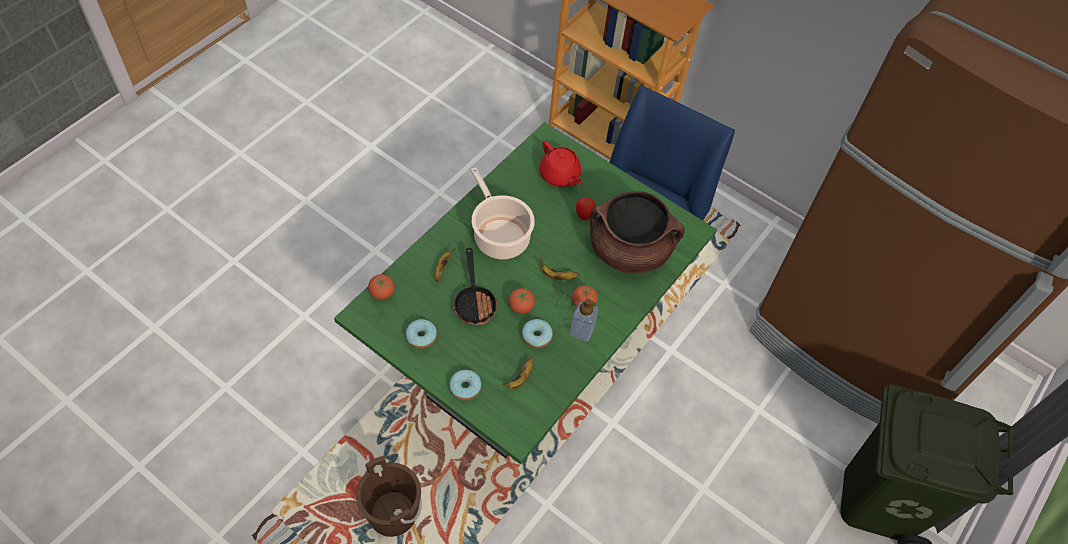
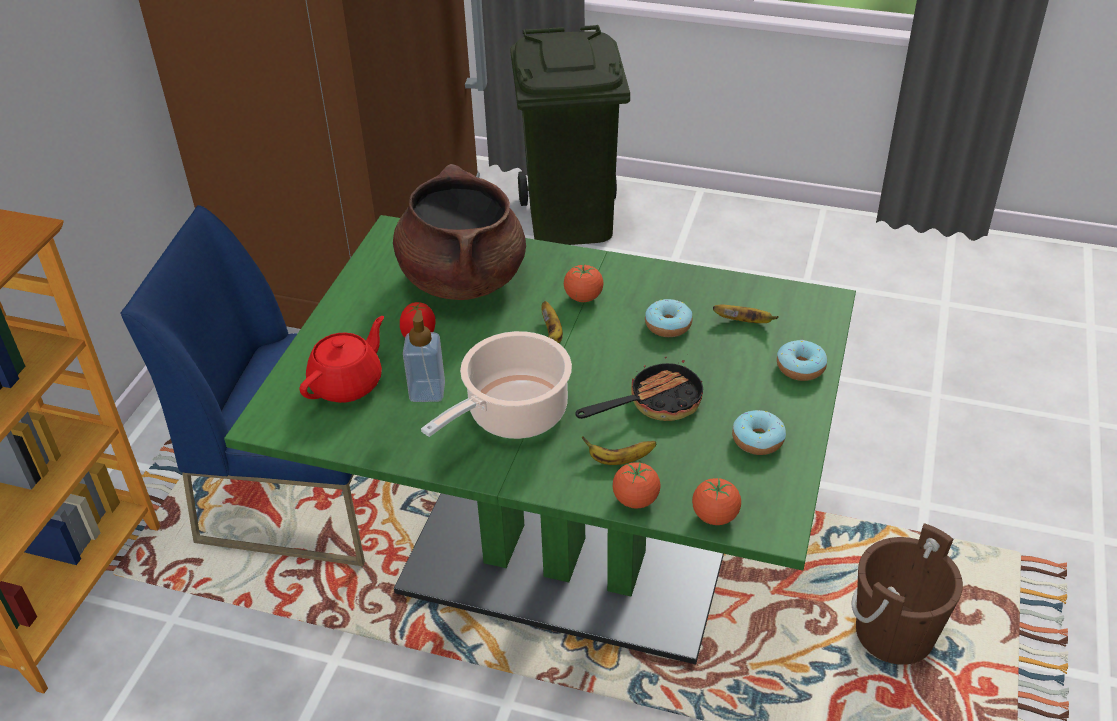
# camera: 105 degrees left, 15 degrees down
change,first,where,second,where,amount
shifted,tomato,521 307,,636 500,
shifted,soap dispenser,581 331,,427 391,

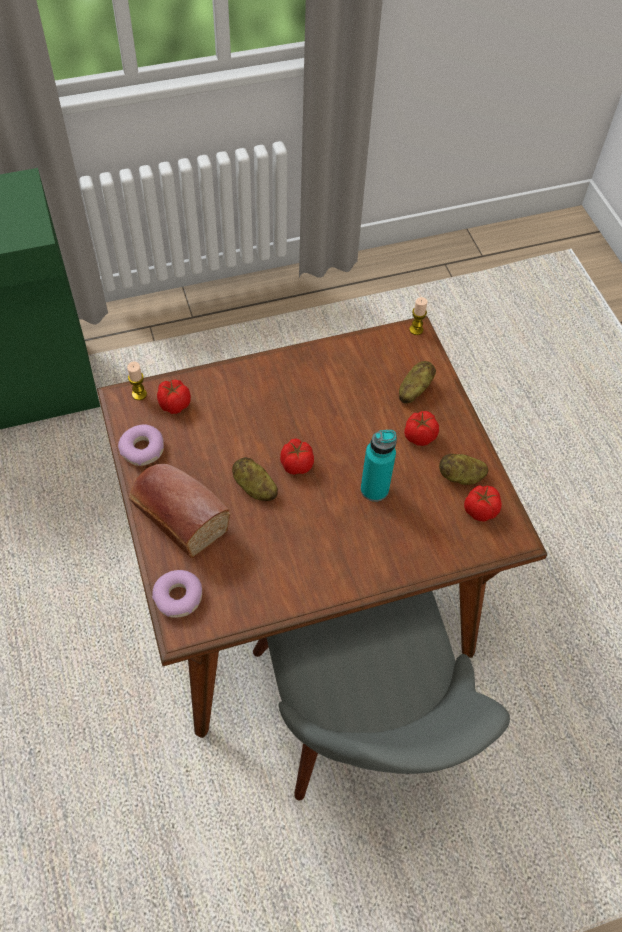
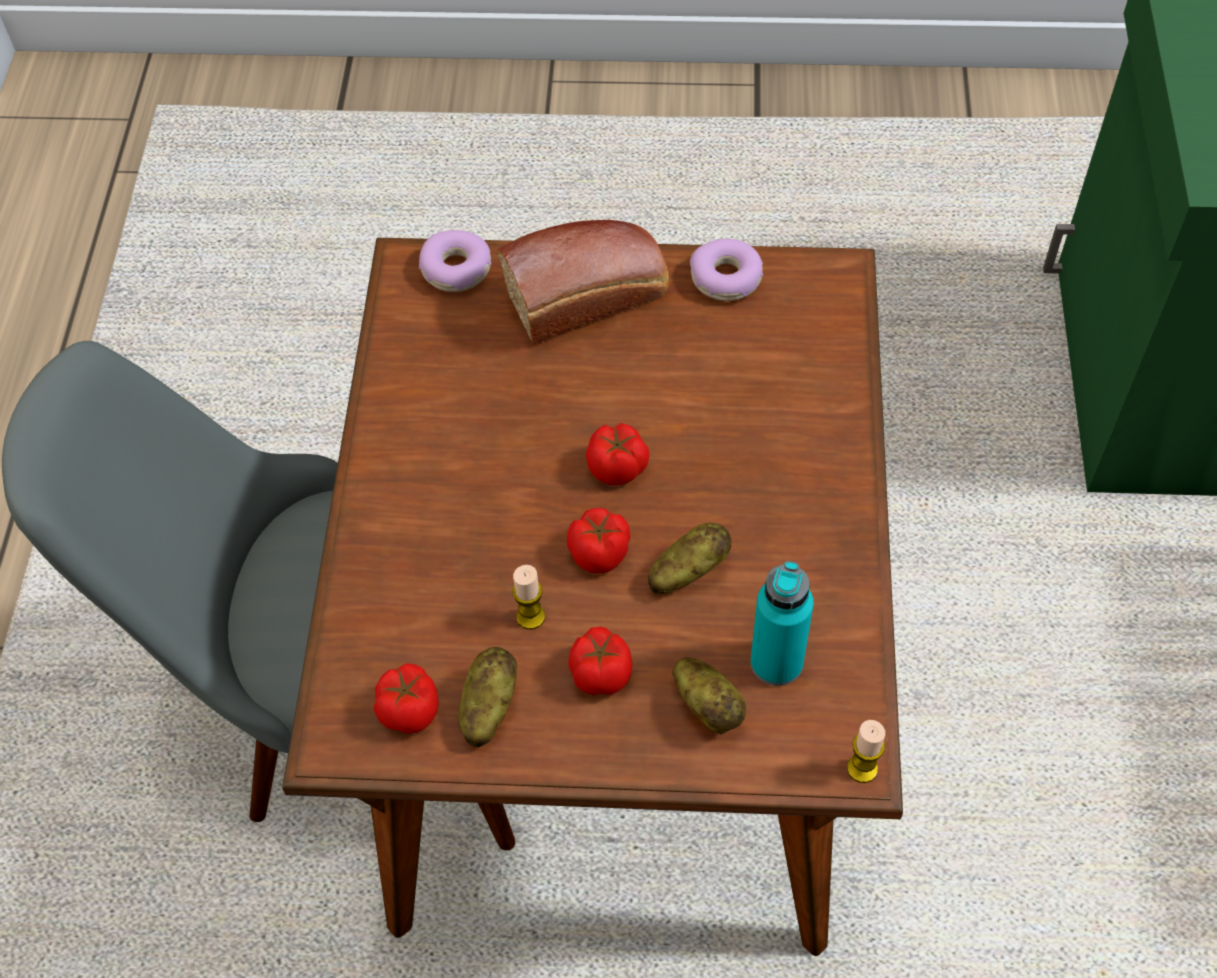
# camera: 115 degrees right, 0 degrees up
change,first,where,second,where,amount
shifted,candle,139 394,,530 617,
shifted,tomato,174 404,,600 553,
shifted,potato,254 488,,688 571,
shifted,turquoise bottle,374 489,,776 662,

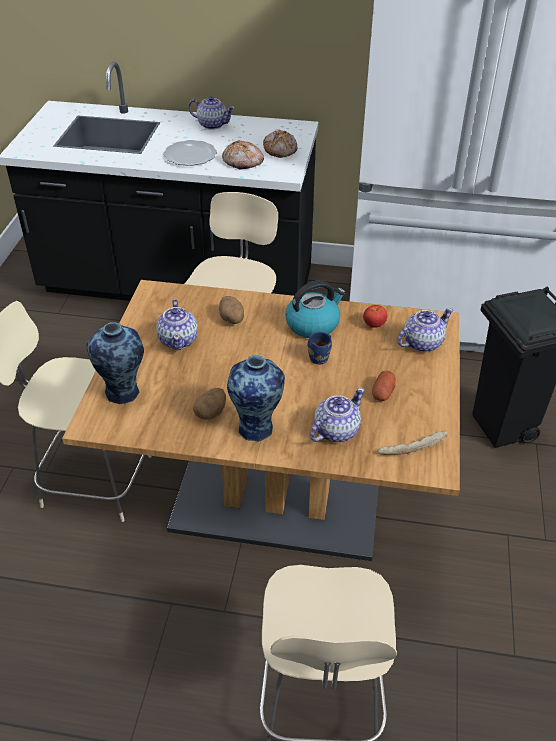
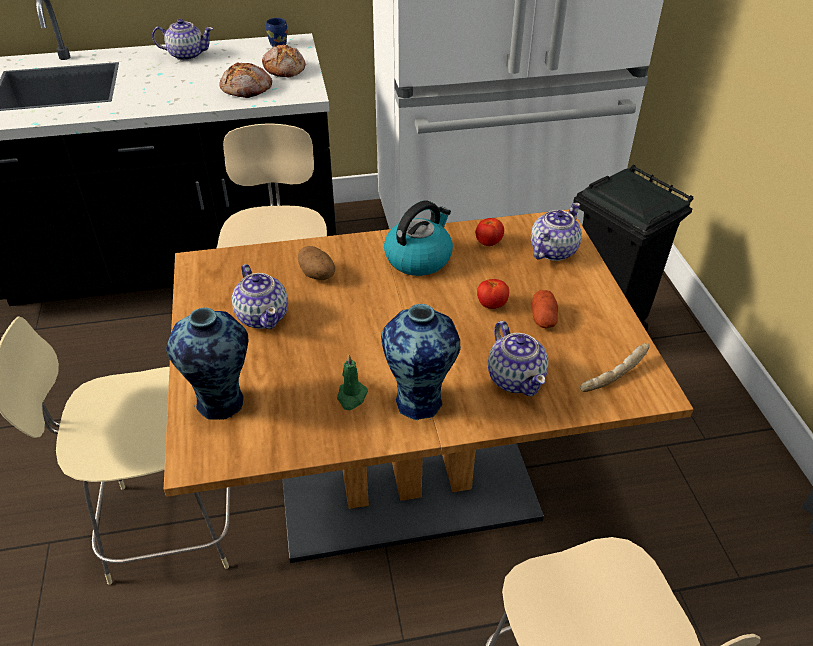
# camera: 20 degrees left, 0 degrees up
change,first,where,second,where,amount
gone,plate,190 155,,,
new,,,tomato,492 305,
shifted,blue mug,320 358,,280 44,
swapped,potato,211 412,green candle,351 397,
rotated,teapot,335 431,,516 378,135 degrees clockwise

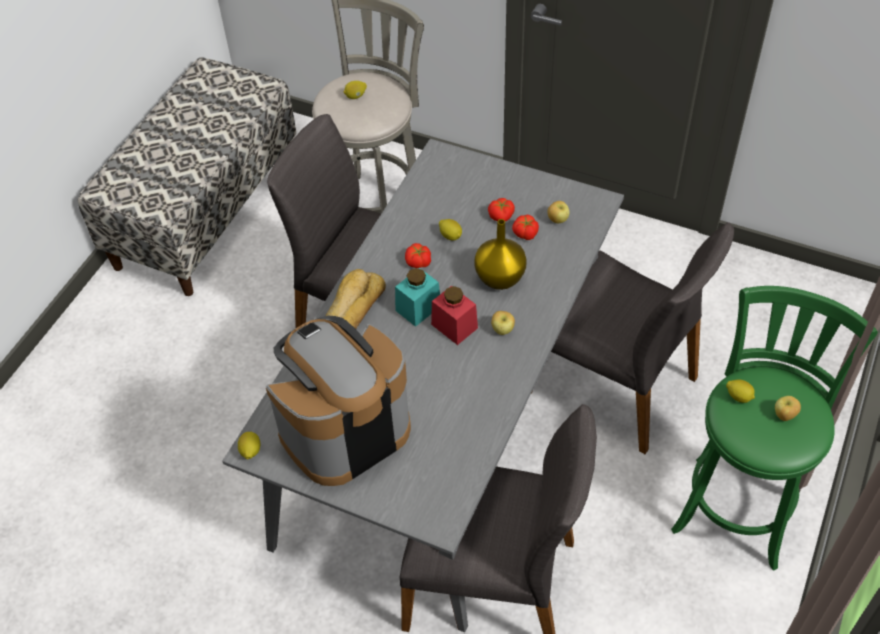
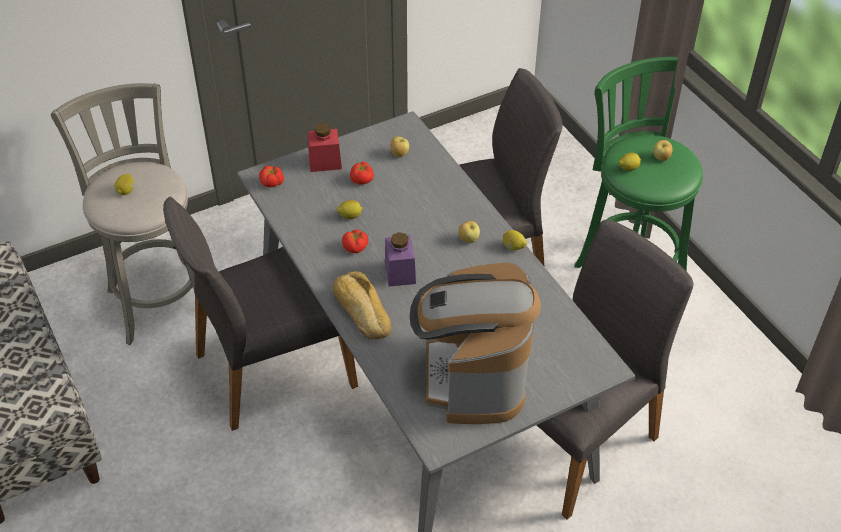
# camera: 55 degrees left, 5 degrees down
change,first,where,second,where,amount
gone,yellow vase,499 279,,,
shifted,lemon,250 451,,513 247,
shifted,red jar,454 326,,325 162,
shifted,tomato,525 233,,272 183,
repainted,turquoise jar,418 308,purple jar,400 272,

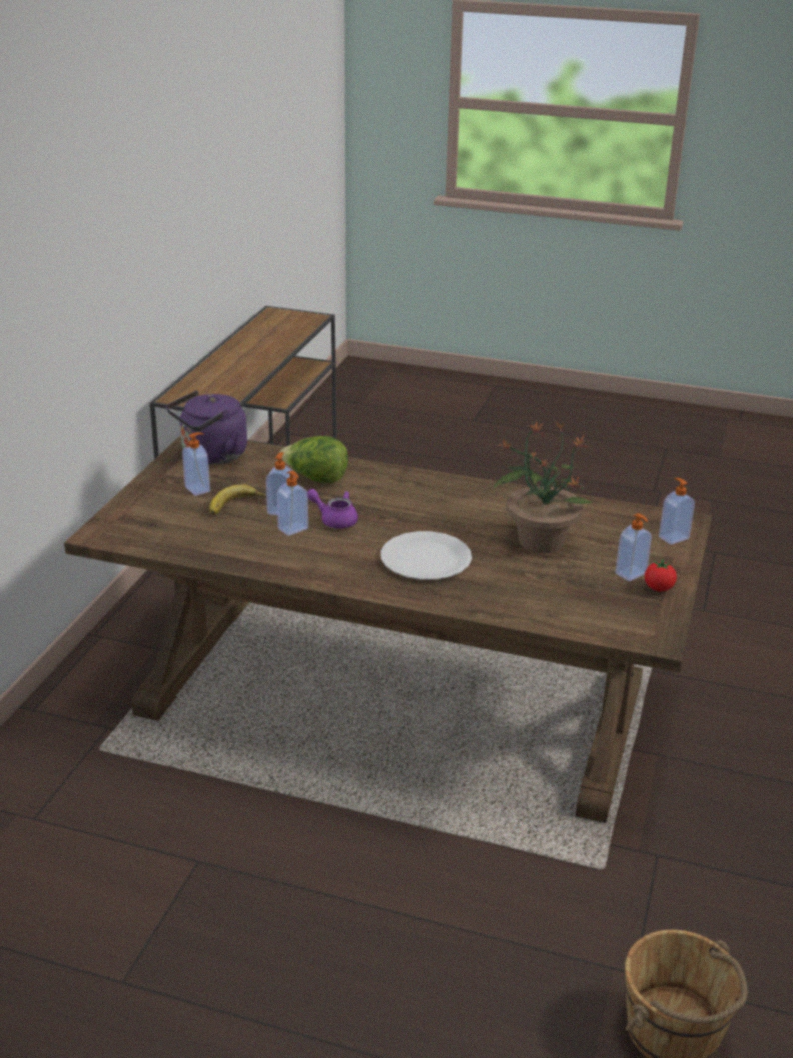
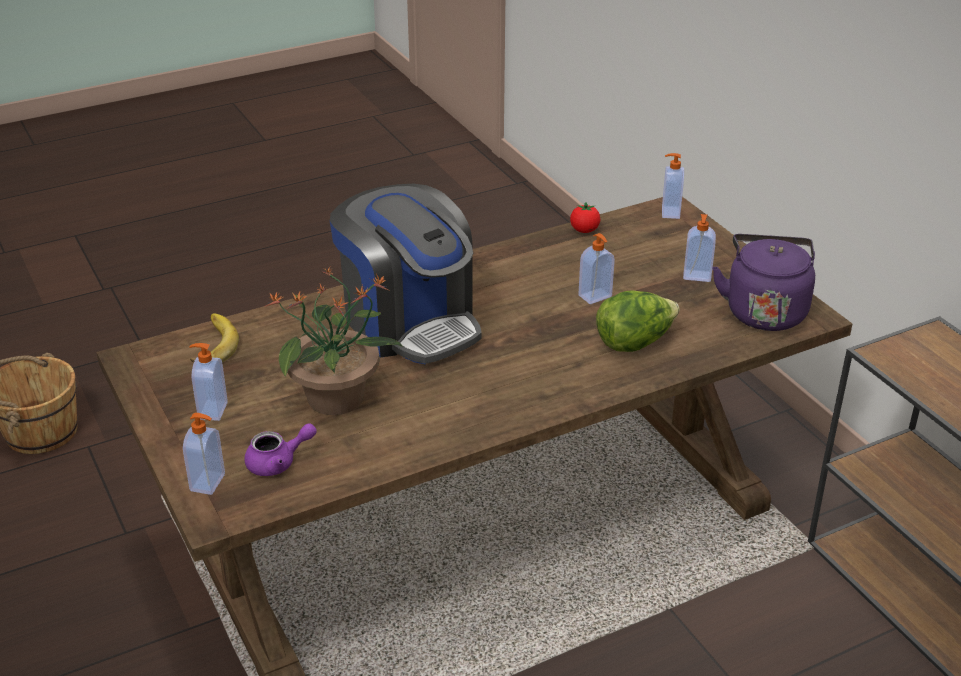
# camera: 135 degrees right, 5 degrees up
change,first,where,second,where,amount
shifted,banana,236 506,,212 344,
shifted,soap dispenser,293 529,,669 212,
shifted,purple teapot,334 520,,278 463,
shifted,tomato,658 588,,584 230,
swapped,white plate,425 559,coffee machine,410 323,

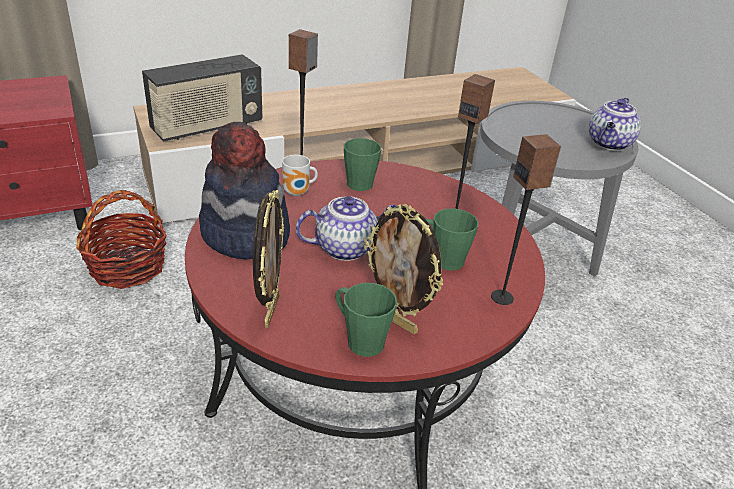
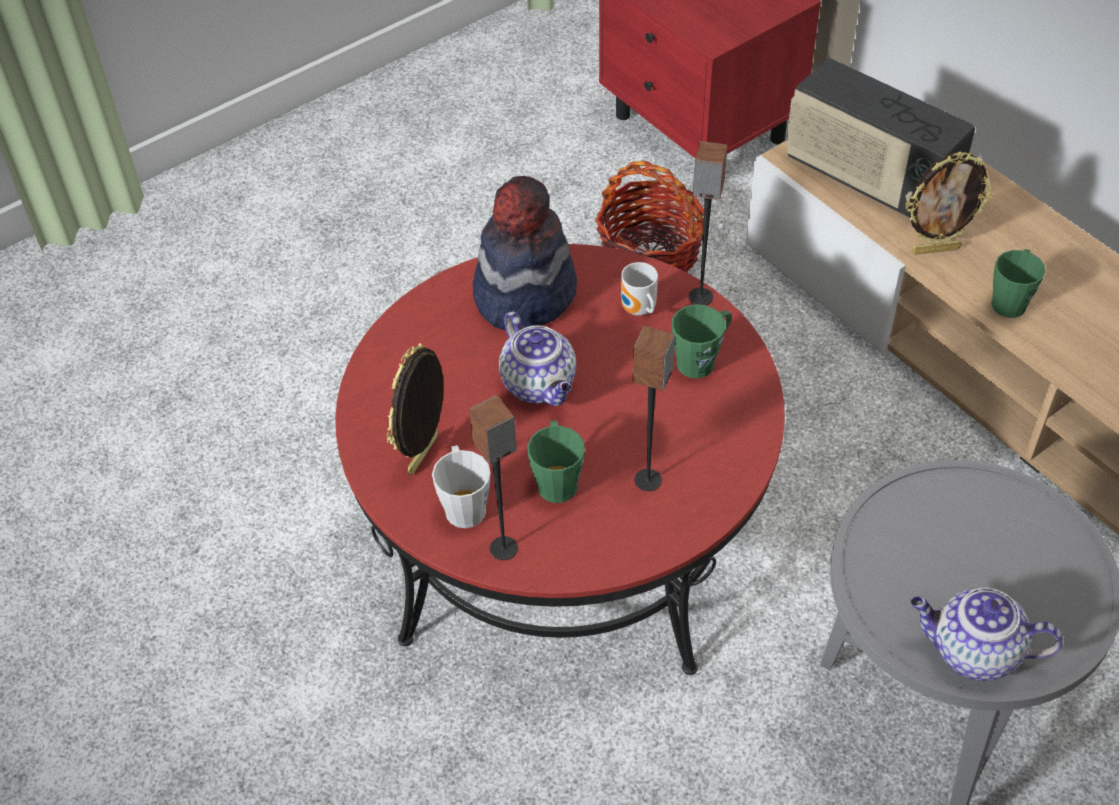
# camera: 80 degrees right, 15 degrees up
change,first,where,second,where,amount
new,,,grey mug,464 504,
shifted,picture frame,270 310,,935 249,
shifted,green mug,360 339,,1010 300,

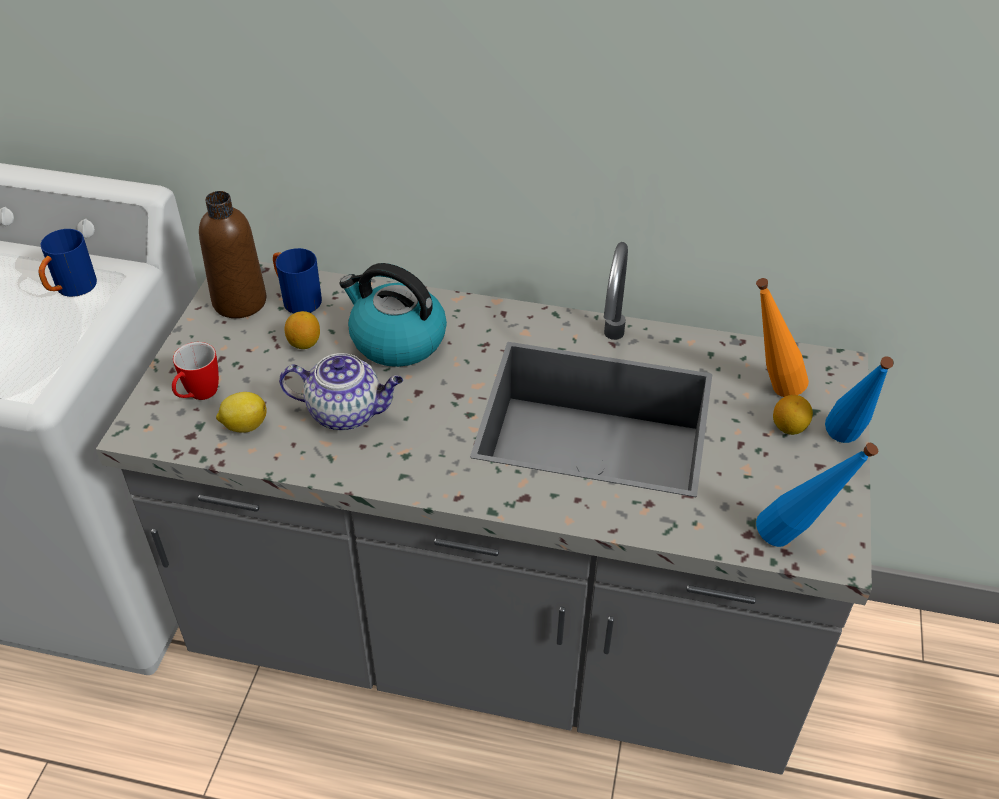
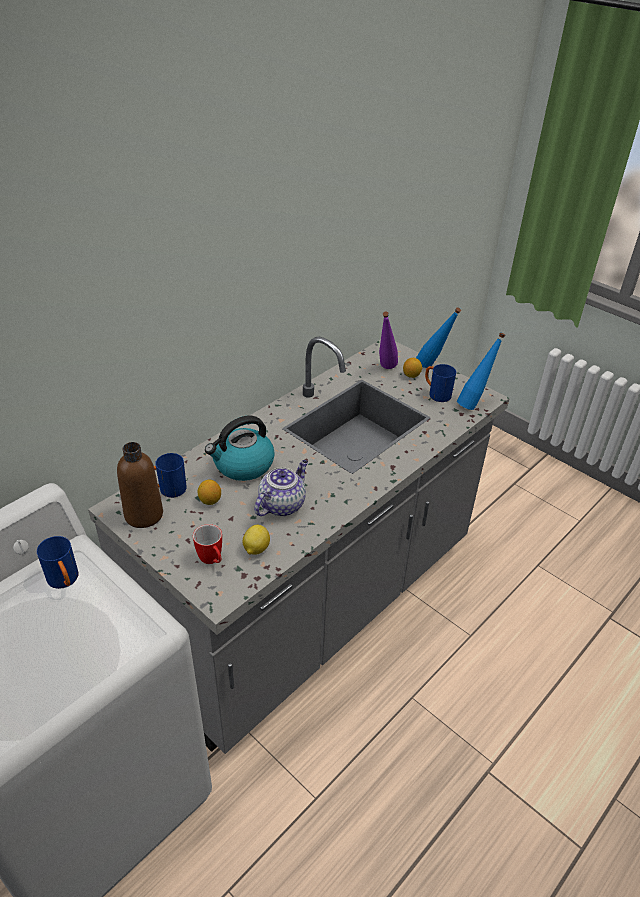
# camera: 60 degrees left, 5 degrees down
change,first,where,second,where,amount
new,,,blue mug,436 394,
repainted,orange bottle,768 390,purple bottle,385 370,

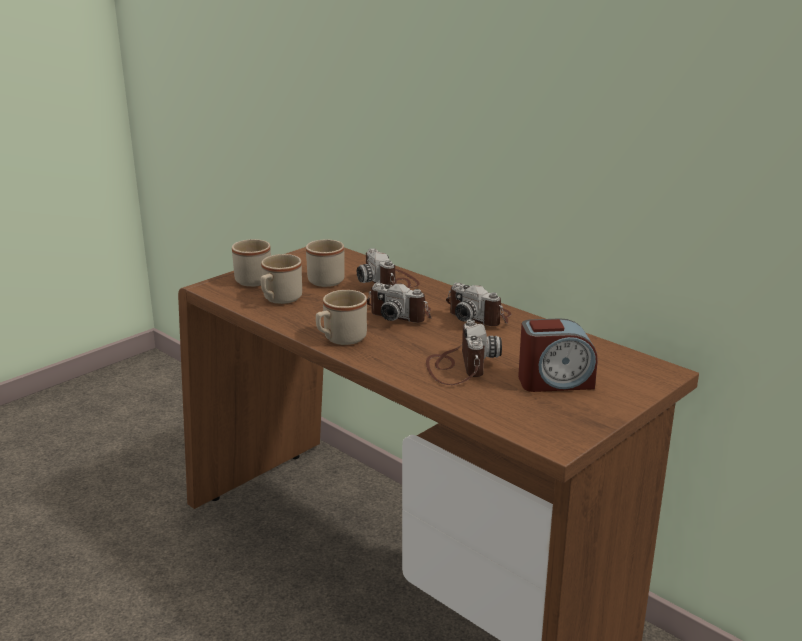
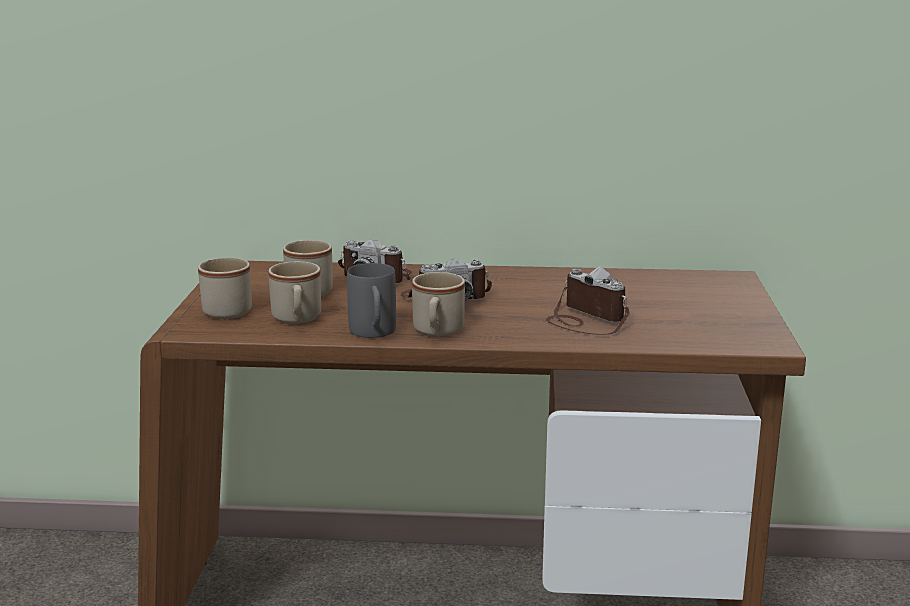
# camera: 40 degrees left, 5 degrees down
change,first,where,second,where,amount
gone,photo camera,479 316,,,
gone,alarm clock,555 382,,,
new,,,grey mug,374 334,

